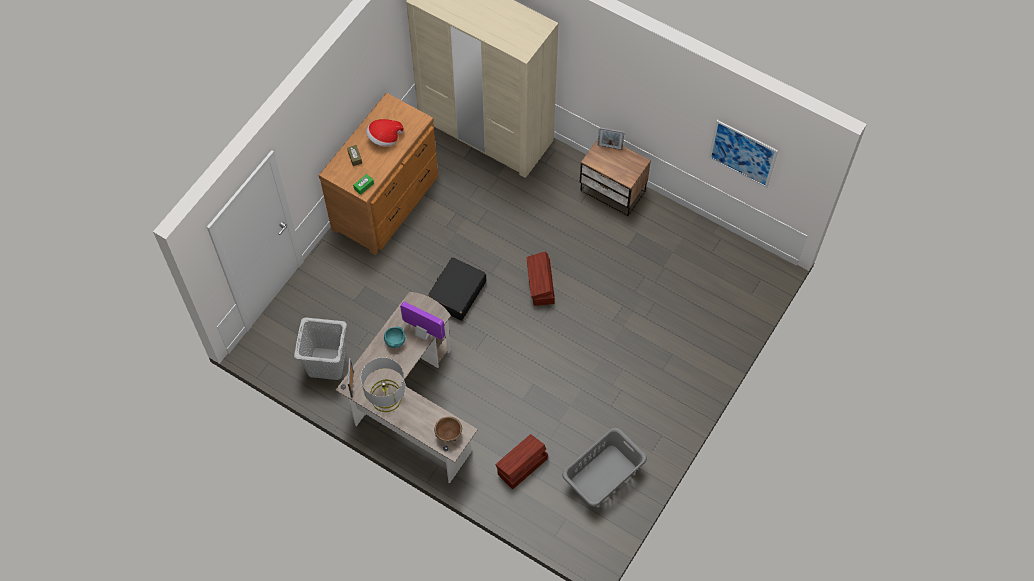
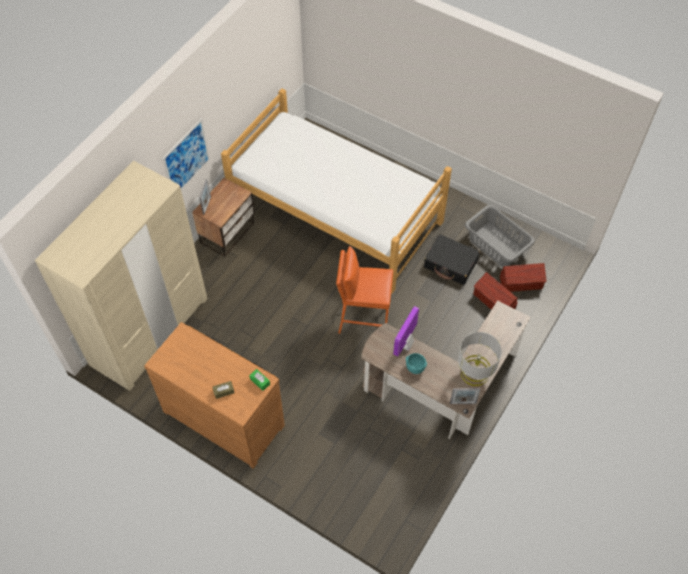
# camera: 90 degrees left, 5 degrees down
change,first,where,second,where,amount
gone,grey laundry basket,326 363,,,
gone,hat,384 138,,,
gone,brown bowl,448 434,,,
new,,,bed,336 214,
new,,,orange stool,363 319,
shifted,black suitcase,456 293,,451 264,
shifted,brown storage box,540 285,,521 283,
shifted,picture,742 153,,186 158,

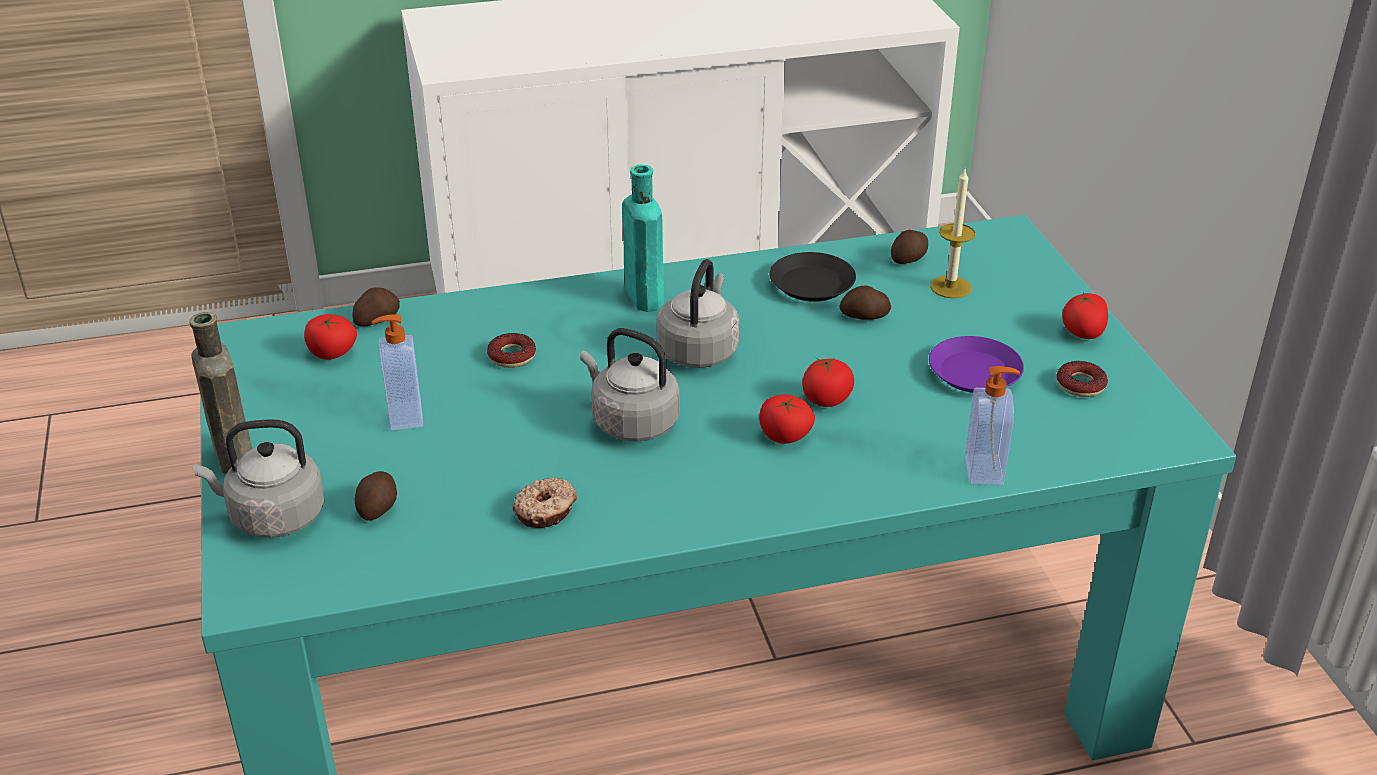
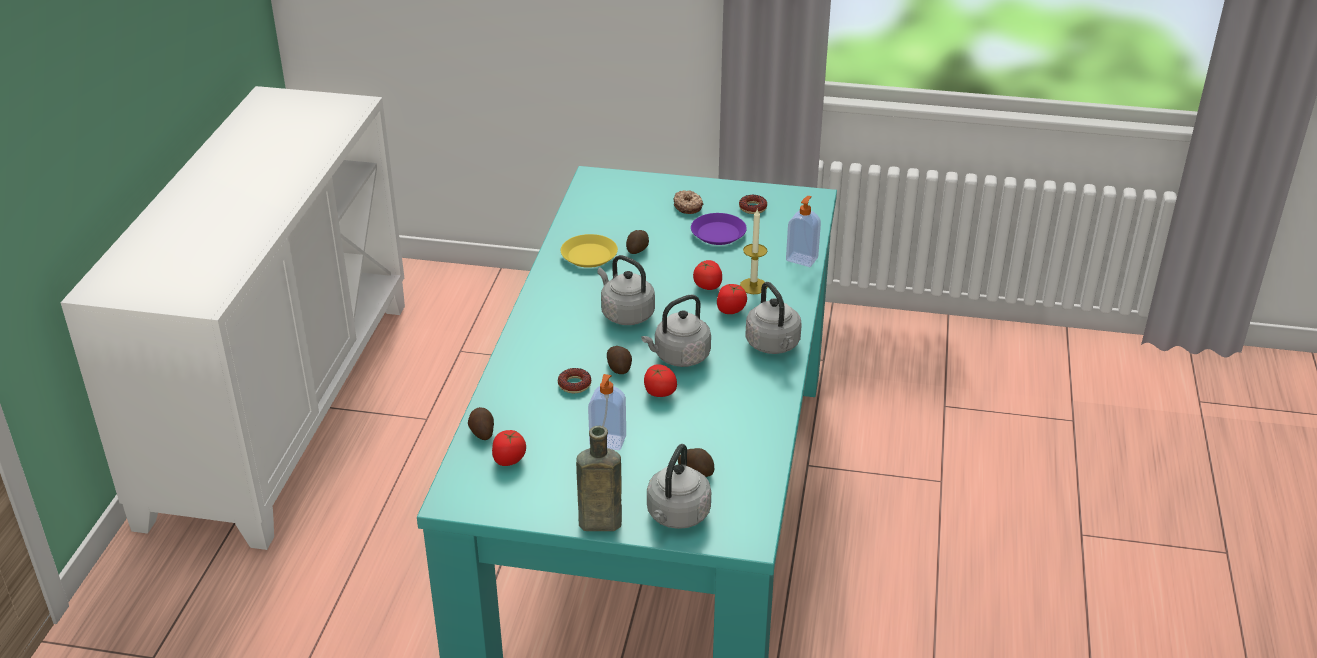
# camera: 65 degrees left, 0 degrees up
change,first,where,second,where,amount
gone,turquoise bottle,643 296,,,
new,,,grey kettle,774 345,
shifted,donut,546 511,,688 206,
shifted,potato,909 259,,619 367,
shifted,candle,950 287,,753 286,
shifted,tomato,1083 333,,659 392,
repainted,black plate,812 284,yellow plate,589 255,

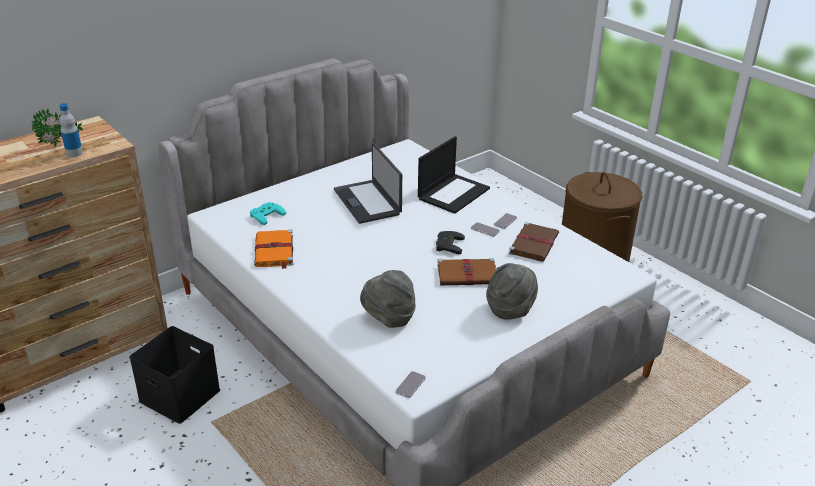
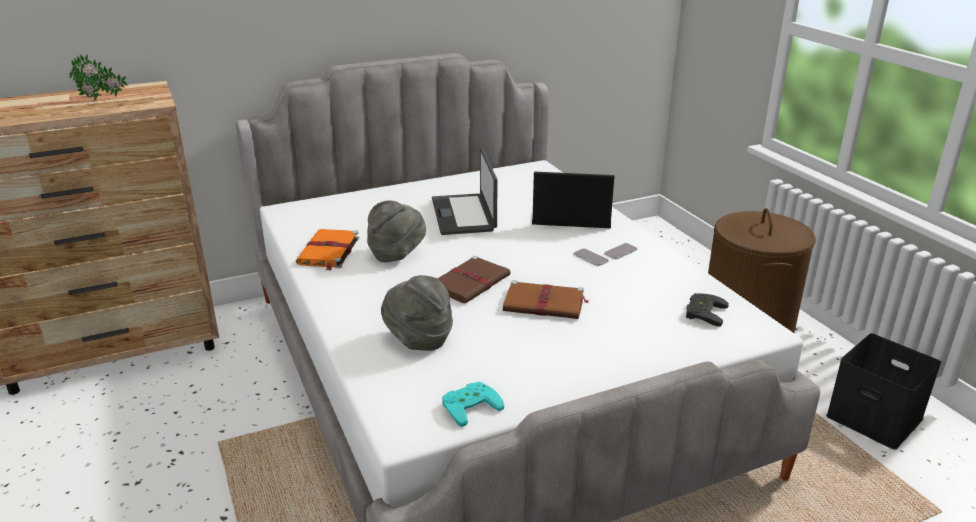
# camera: 15 degrees right, 5 degrees down
change,first,where,second,where,amount
gone,bottle,74 153,,,
gone,phone,410 385,,,
shifted,black storage box,181 395,,876 417,
shifted,turquoise game controller,266 215,,469 405,
shifted,black game controller,447 244,,702 312,
shifted,grey hat,510 308,,397 254,
shifted,brown book,534 243,,471 282,
rotated,laptop,453 193,,570 216,135 degrees counterclockwise

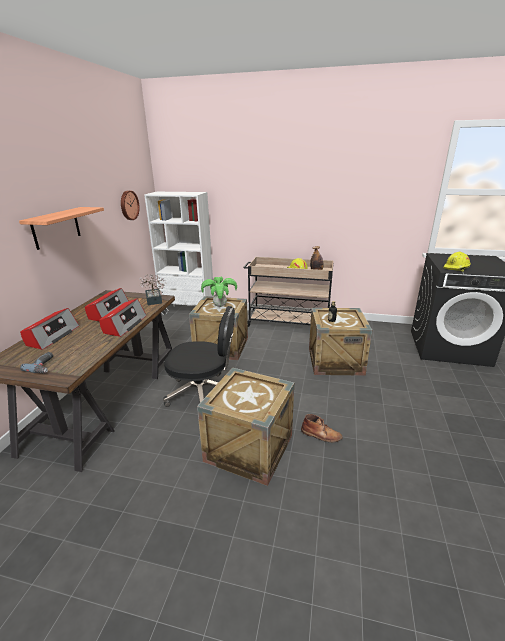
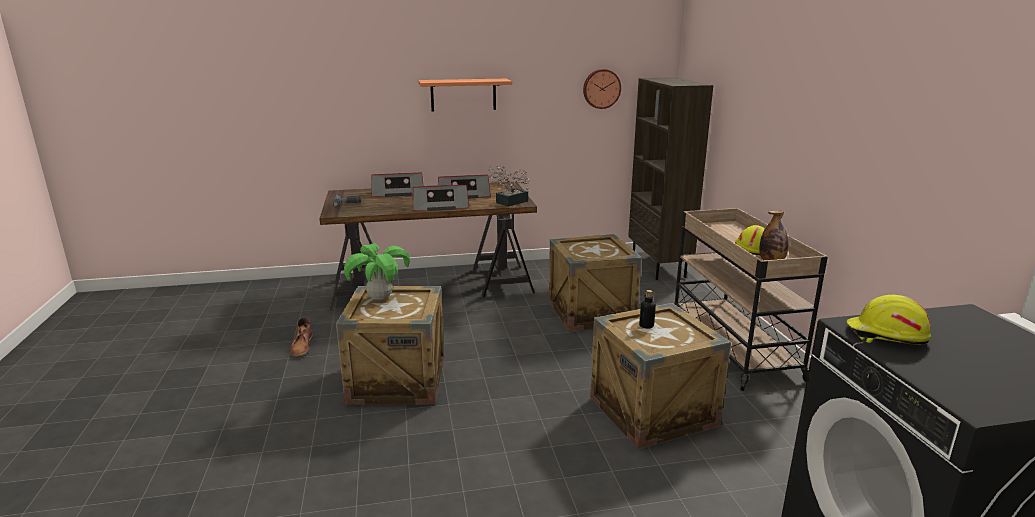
# camera: 65 degrees right, 5 degrees down
change,first,where,second,where,amount
gone,black office chair,203 394,,,
shifted,potted plant,220 306,,379 298,
shifted,brown boot,321 435,,302 347,
repainted,white bookcase,188 311,brown bookcase,659 267,

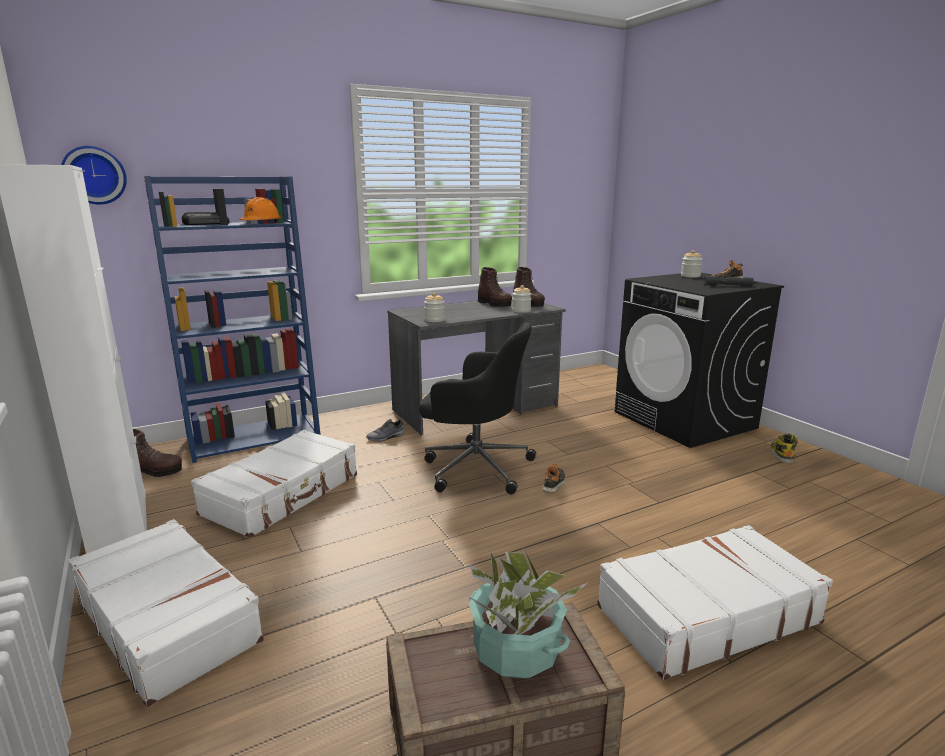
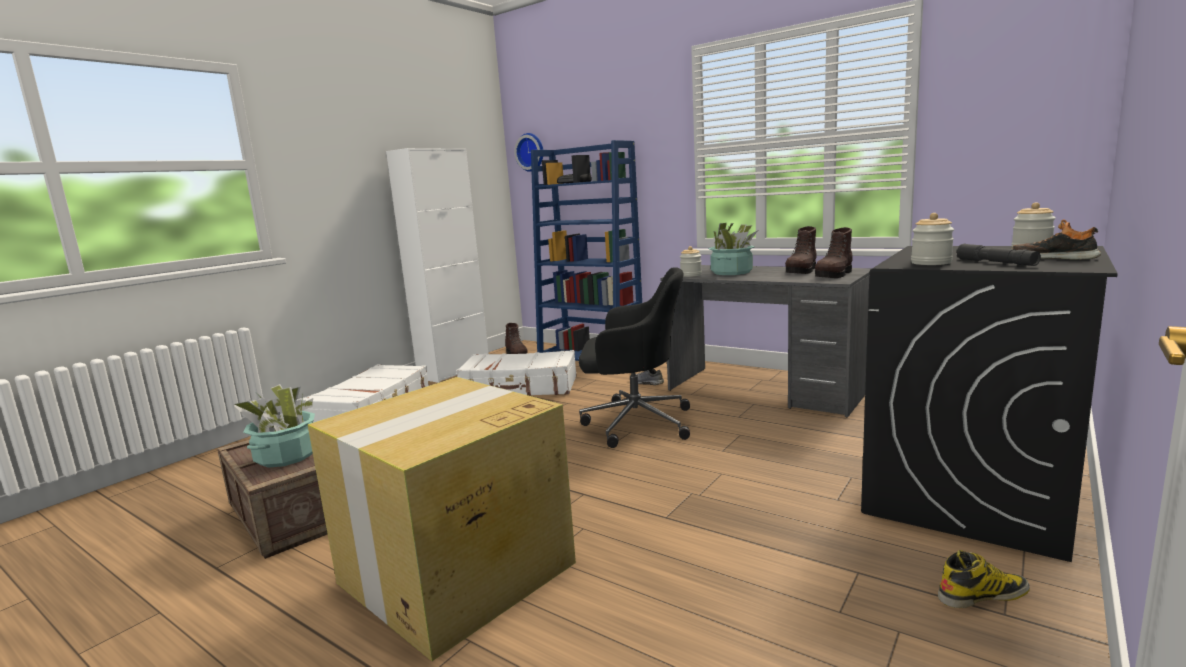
# camera: 65 degrees right, 5 degrees down
change,first,where,second,where,amount
gone,orange hard hat,261 223,,,
gone,shoe,554 484,,,
new,,,potted plant,731 272,
shifted,jar,521 310,,931 263,
swapped,white suitcase,705 614,cardboard box,454 574,
rotated,black office chair,475 467,,634 422,75 degrees counterclockwise

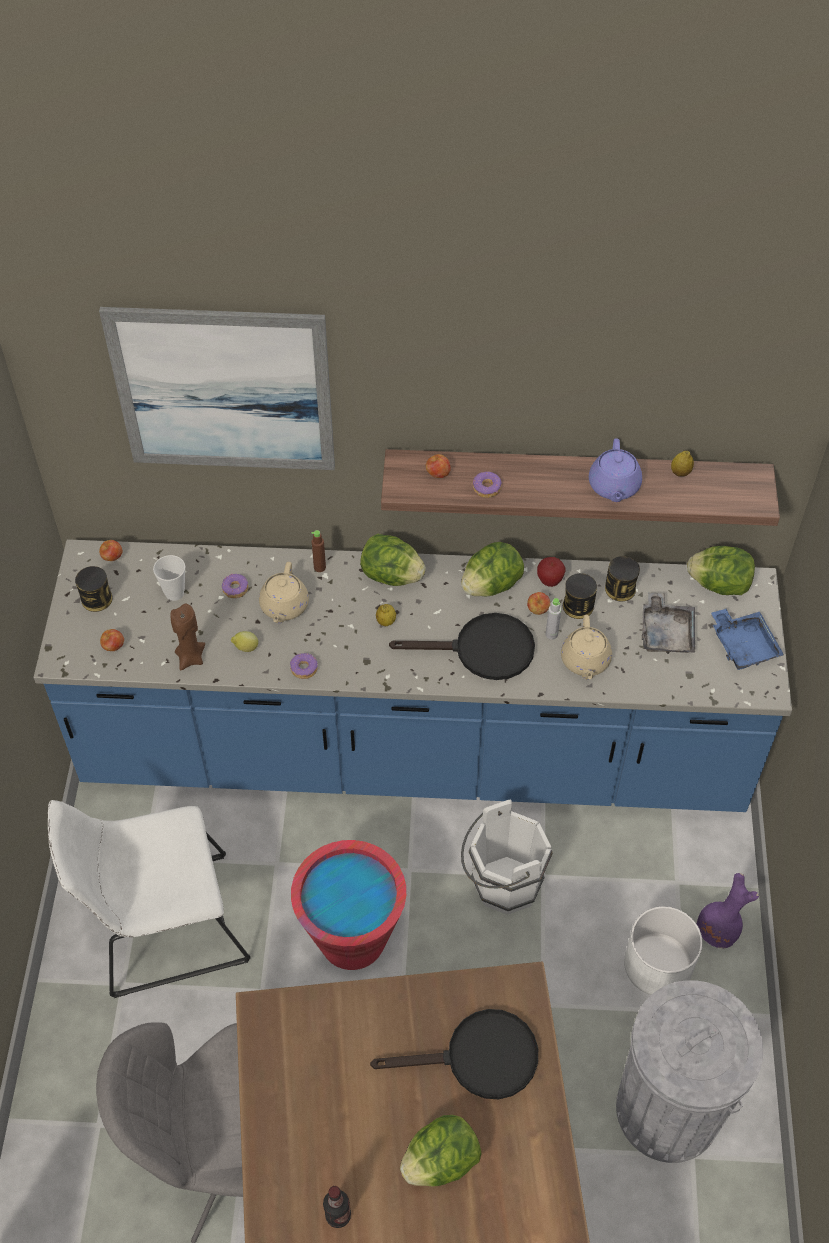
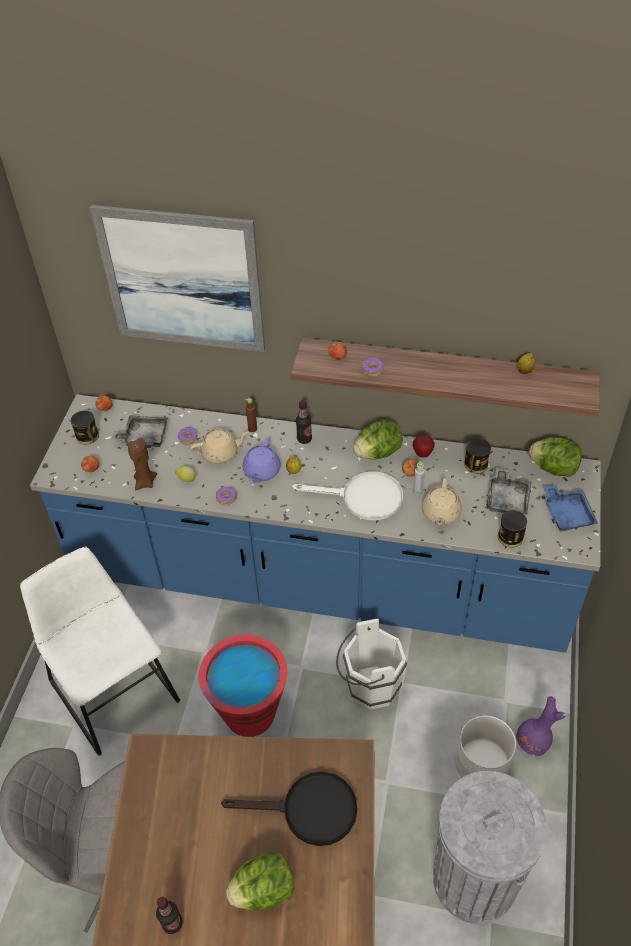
# camera: 10 degrees right, 5 degrees down
change,first,where,second,where,amount
shifted,can,578 606,,510 537,
shifted,purple teapot,613 487,,261 472,
swapped,cup,174 593,grey tray,143 437,
swapped,lettuce,391 575,bottle,304 439,
repainted,black frying pan,482 650,white frying pan,363 498,
rotated,white chair,161 926,,111 686,60 degrees clockwise
rotated,beige teapot,284 607,,221 453,120 degrees counterclockwise

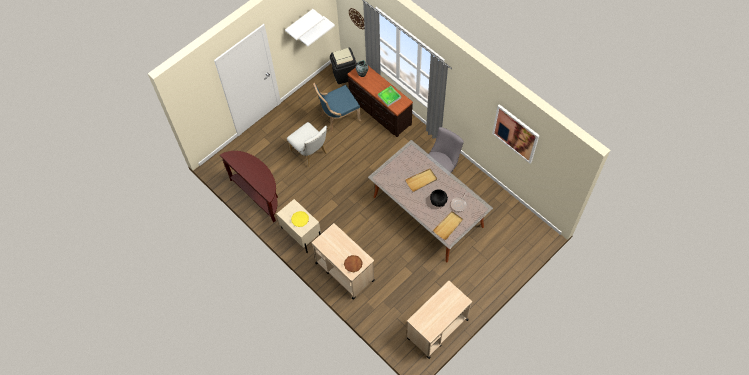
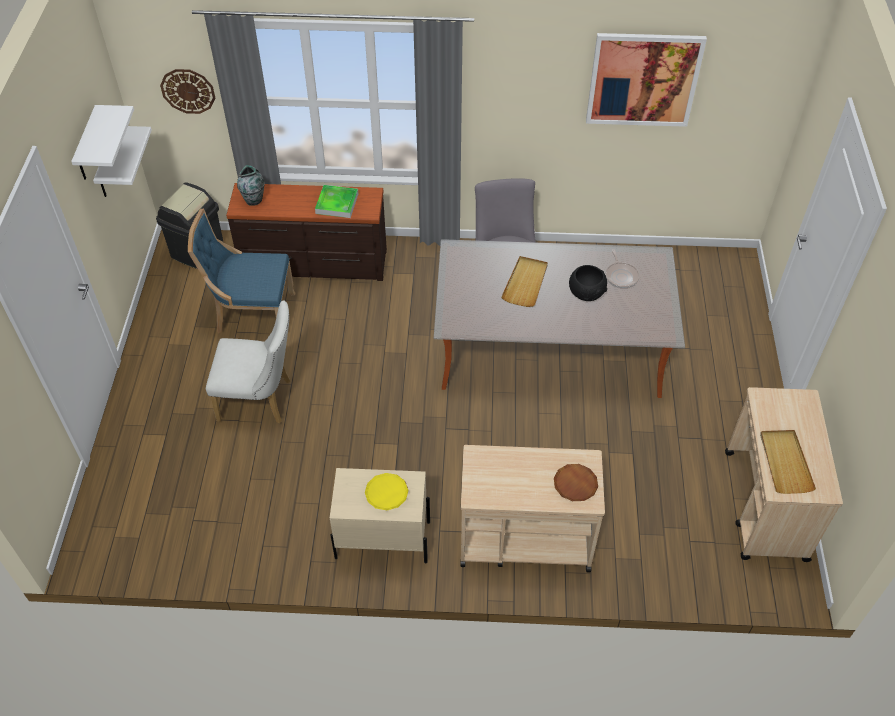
# camera: 45 degrees left, 10 degrees down
change,first,where,second,where,amount
gone,brown console table,259 195,,,
shifted,beige tray,448 226,,785 462,
rotated,blue chair,338 117,,252 315,75 degrees clockwise

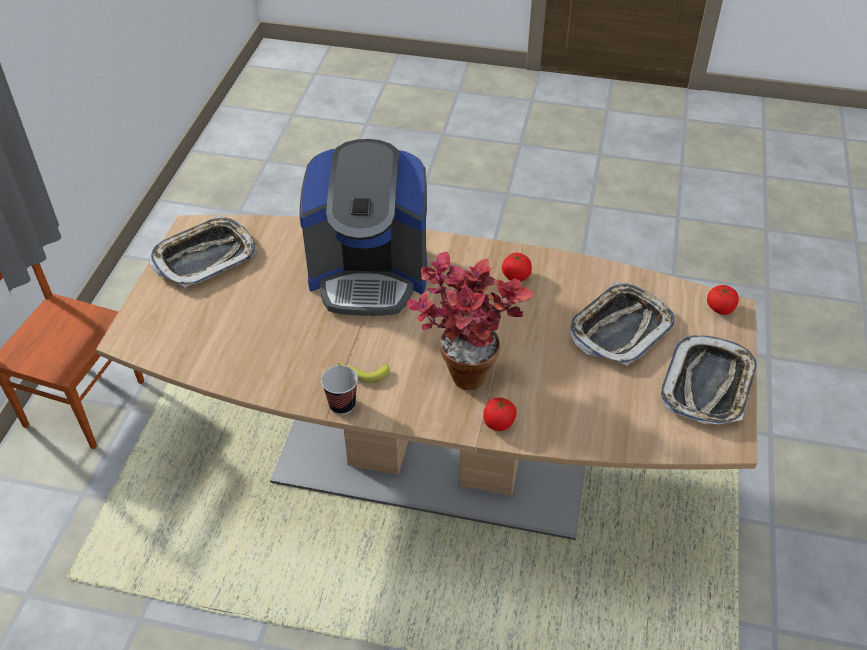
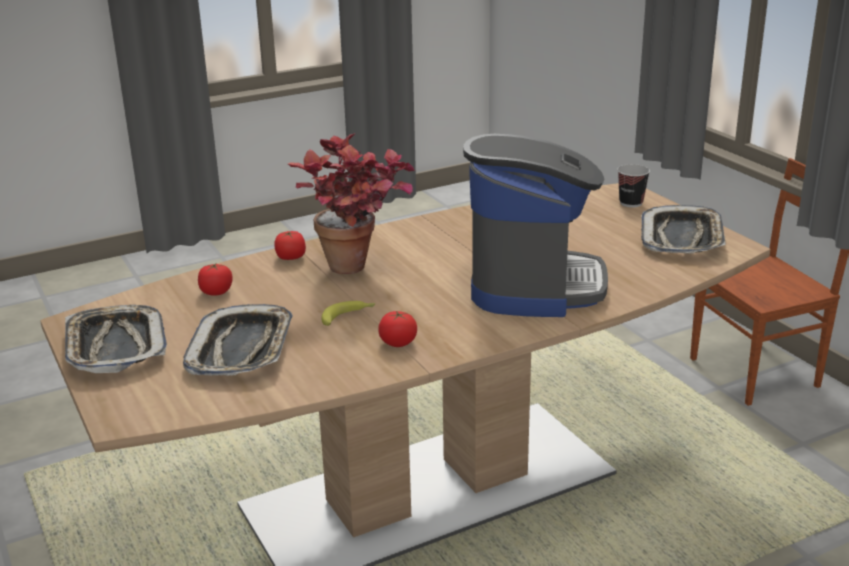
# camera: 140 degrees right, 20 degrees down
change,first,where,second,where,amount
shifted,cup,342 405,,631 203,
shifted,banana,362 372,,348 317,
shifted,tomato,720 308,,216 292,
rotated,coffee machine,369 275,,533 284,135 degrees clockwise

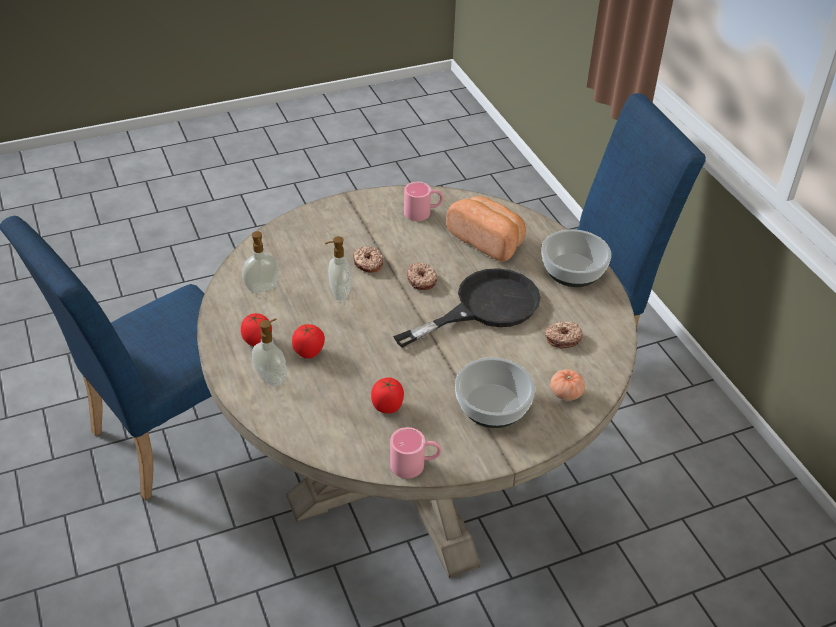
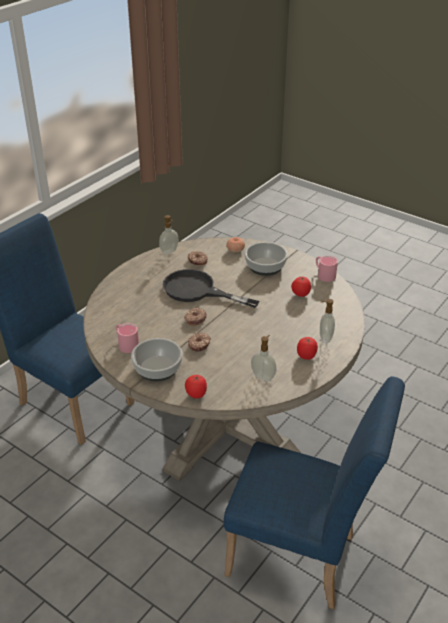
# camera: 120 degrees left, 5 degrees down
change,first,where,second,where,amount
gone,bread,488 240,,,
shifted,tomato,309 352,,196 394,
shifted,soap dispenser,339 293,,169 251,
shifted,bowl,572 270,,158 368,

